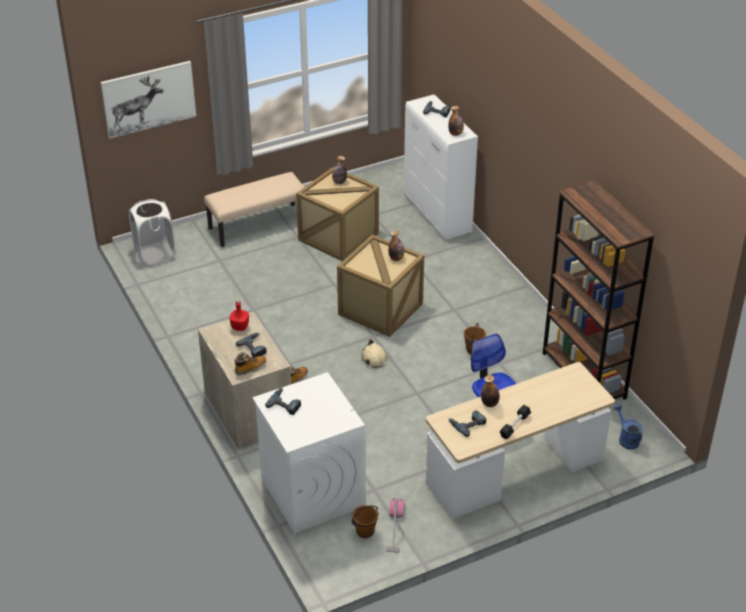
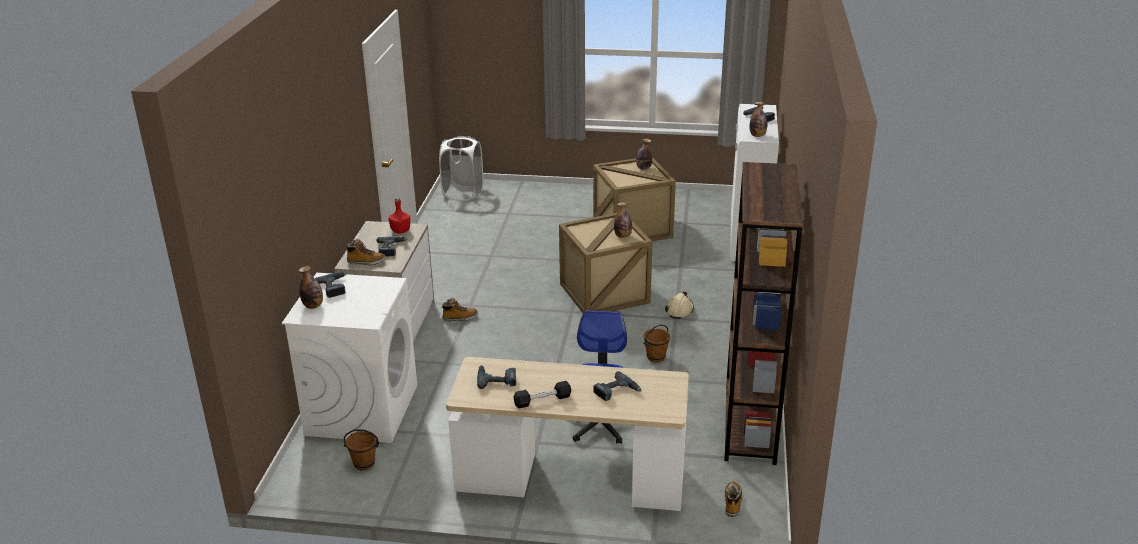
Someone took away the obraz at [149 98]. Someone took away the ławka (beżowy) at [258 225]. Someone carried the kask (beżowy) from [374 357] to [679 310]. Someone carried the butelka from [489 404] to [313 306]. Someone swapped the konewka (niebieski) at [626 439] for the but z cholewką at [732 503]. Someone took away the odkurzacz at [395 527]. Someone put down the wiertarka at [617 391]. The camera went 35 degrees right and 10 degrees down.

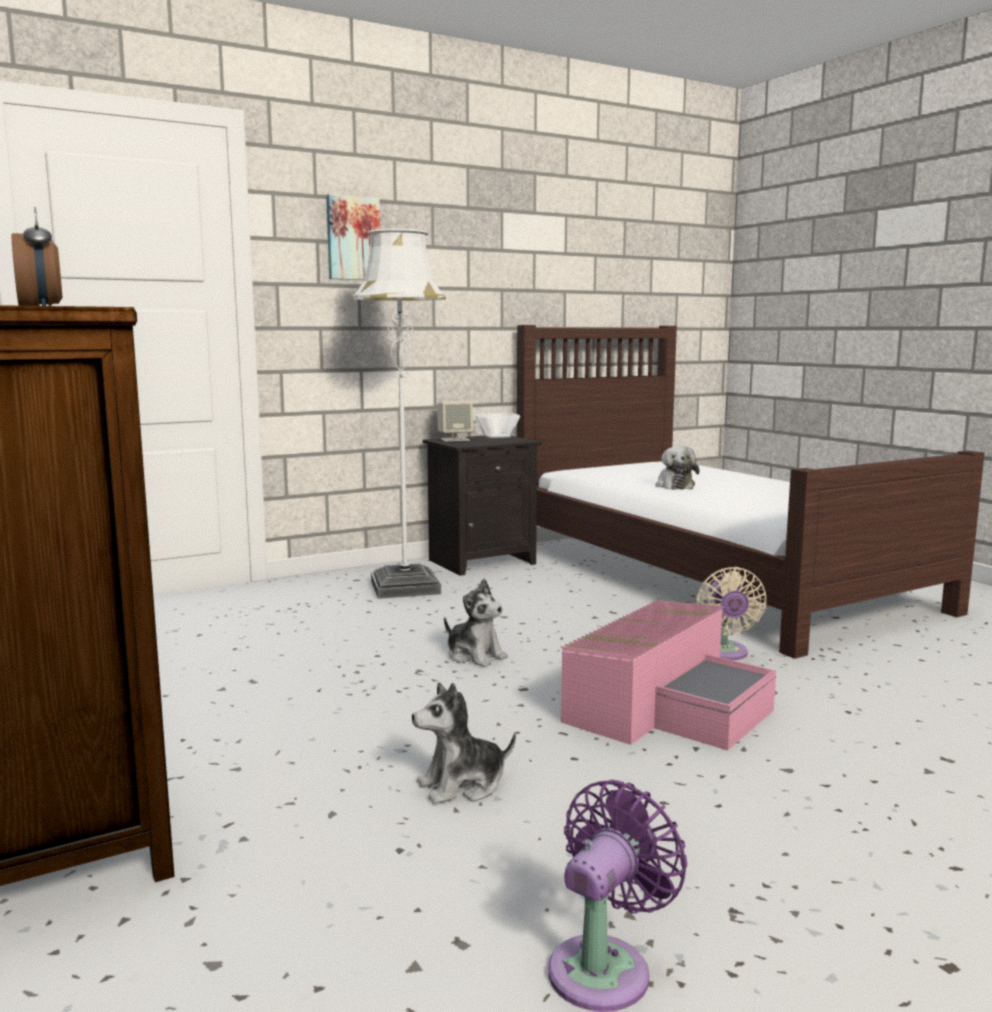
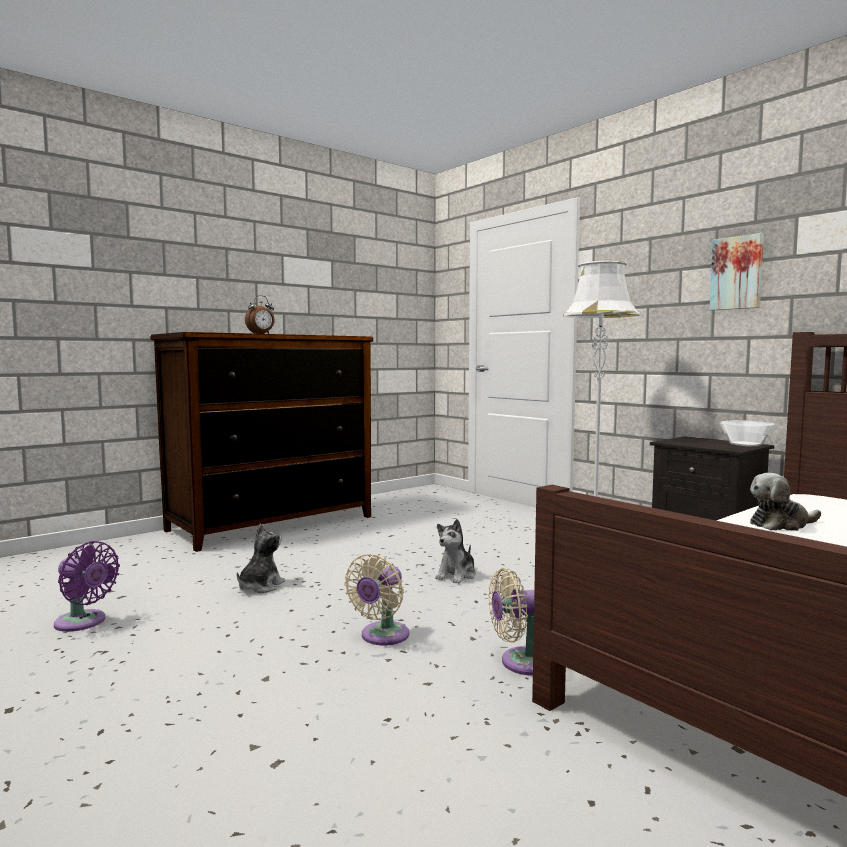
Someone carried the obraz from [352 238] to [737 273]. Someone took away the głośnik (beżowy) at [455 439]. Someone swapped the pojemnik do przechowywania (różowy) at [667 705] for the wentylator (beżowy) at [382 636]. Someone rotated the pluszak at [462 785] by 60 degrees clockwise. The camera went 80 degrees right and 5 degrees down.

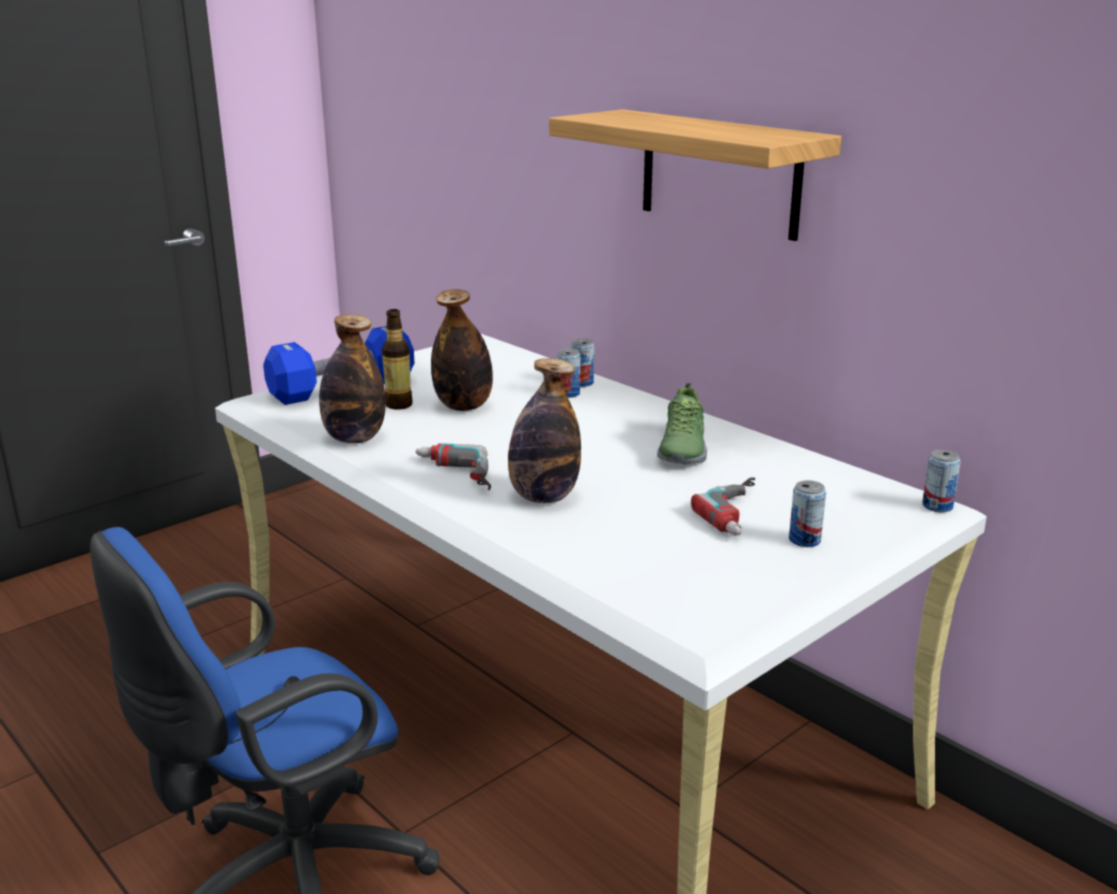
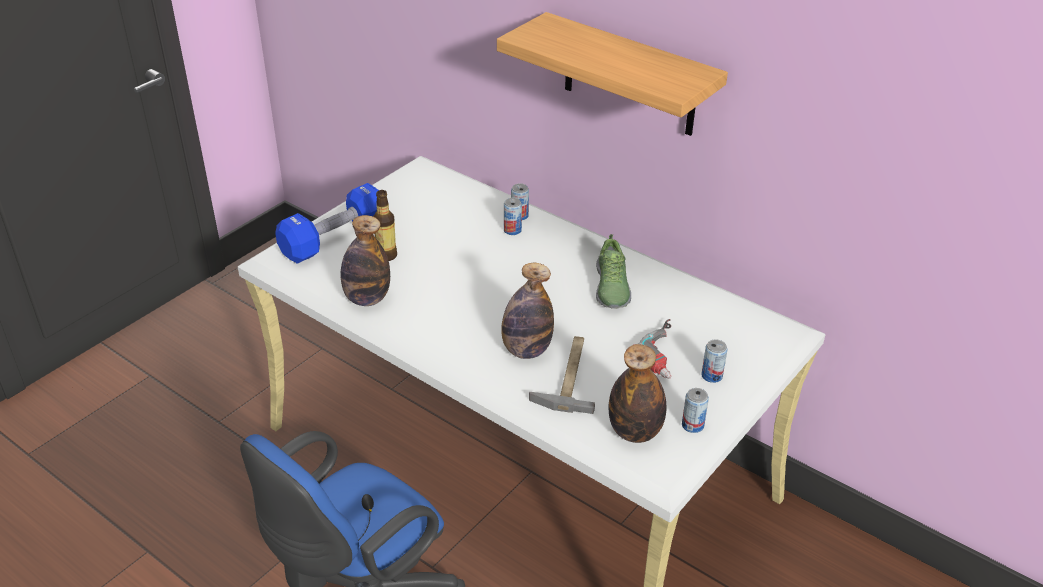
Someone carried the butelka from [464 406] to [635 432]. Someone took away the wiertarka at [452 476]. Someone carried the puszka from [937 506] to [692 425]. Someone put down the młotek at [568 375]. The camera went 10 degrees left and 15 degrees up.

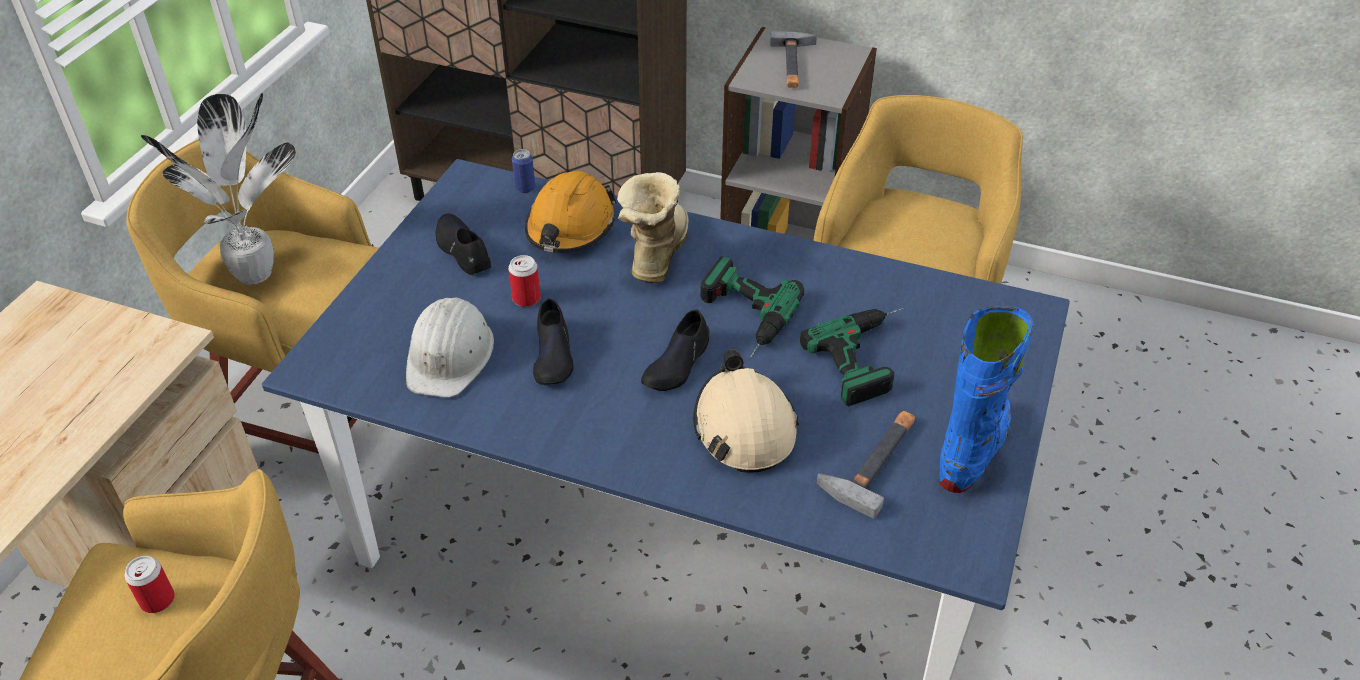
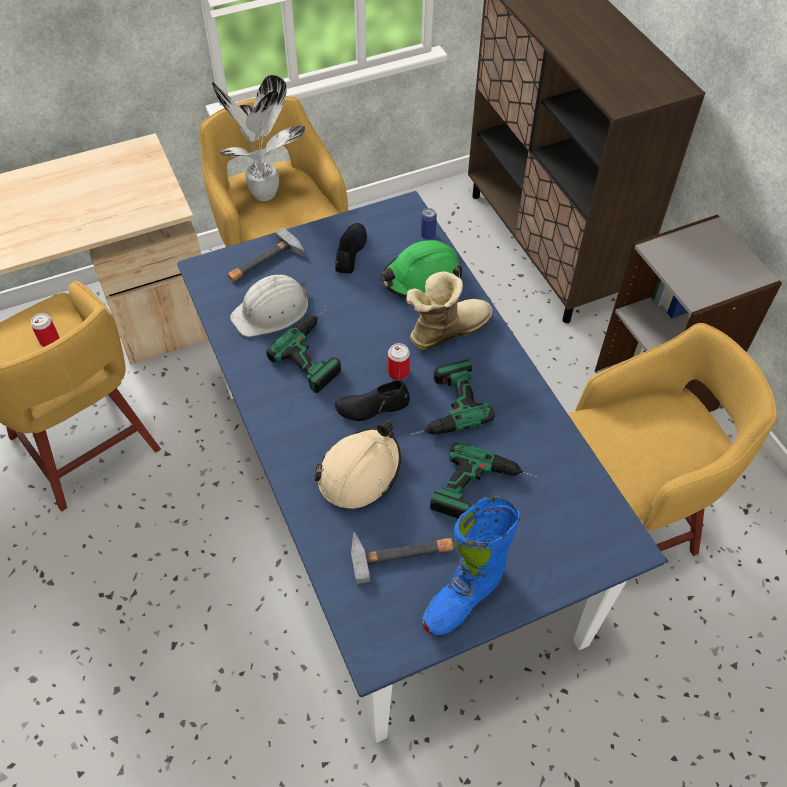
Someone carried the młotek from [794 64] to [264 262]. Someone repainted the kask (pomarańczowy) at [570 227], which became the kask (zielony) at [421 278]. Someone carried the puszka from [526 298] to [398 372]. Someone swapped the but (czarny) at [553 355] for the wiertarka at [318 350]. Someone rotated the but z cholewką (niebieski) at [973 451] by 150 degrees clockwise. The camera went 45 degrees right and 10 degrees up.

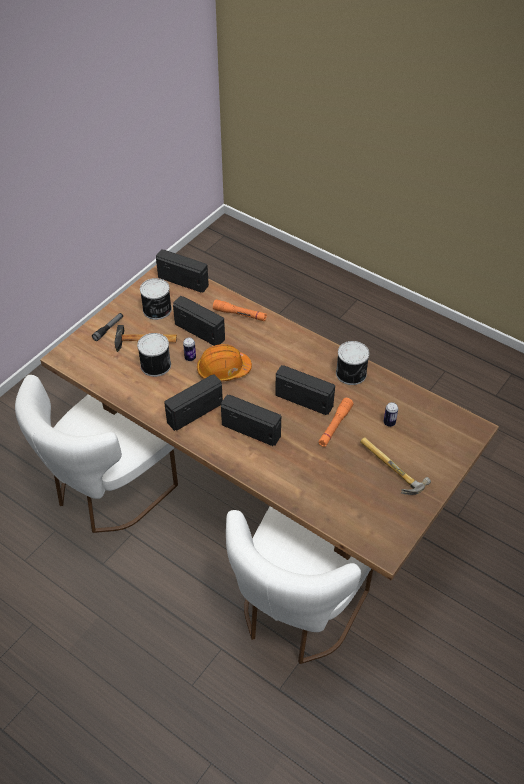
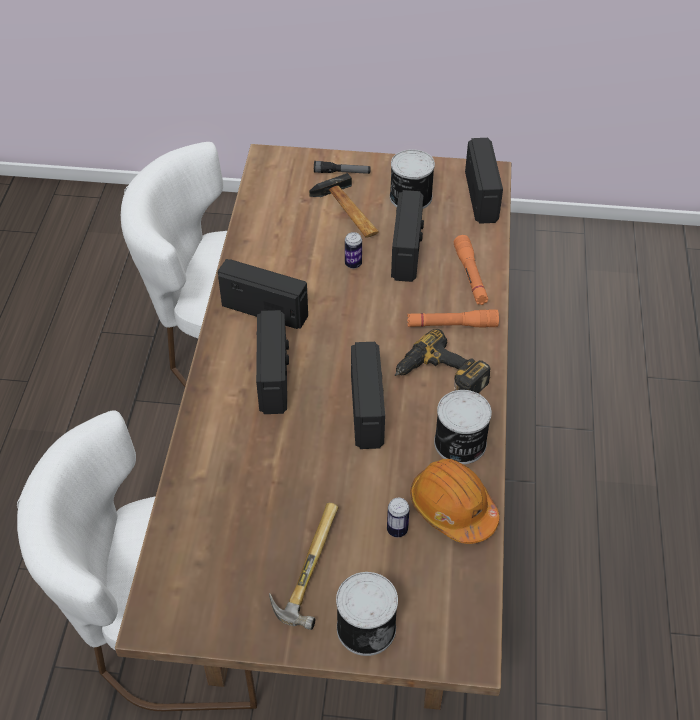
Someone carried the puszka from [155 365] to [365 626]. Someone carried the kask (pomarańczowy) from [223 370] to [452 508]. Someone carried the latarka (pomarańczowy) from [335 426] to [452 325]. Someone put down the wiertarka at [439 378]. The camera went 60 degrees right and 0 degrees up.

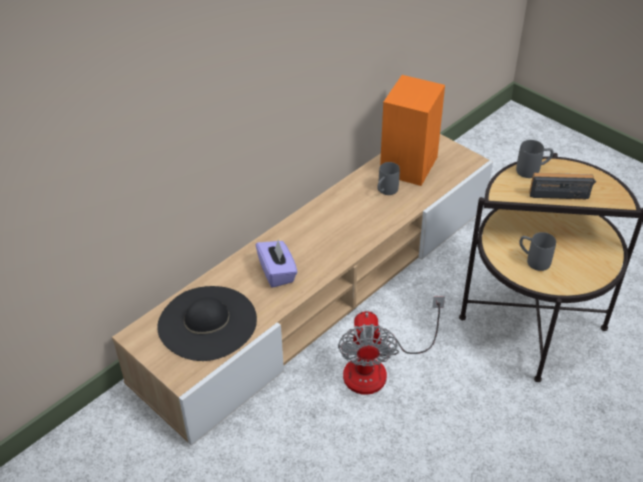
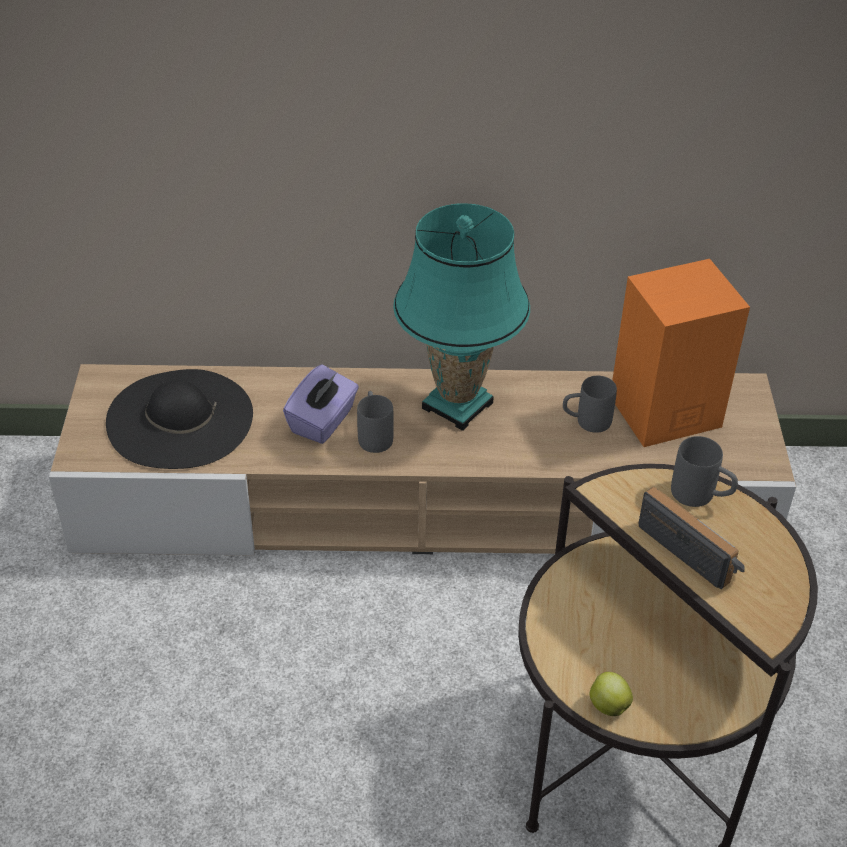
Someone carried the kubek (szary) from [533 260] to [374 434]. Someone took away the wentylator at [378 367]. Someone put down the lampa stołowa (turkusowy) at [456 405]. Someone put down the jabłko at [608 705]. The camera went 45 degrees right and 0 degrees up.

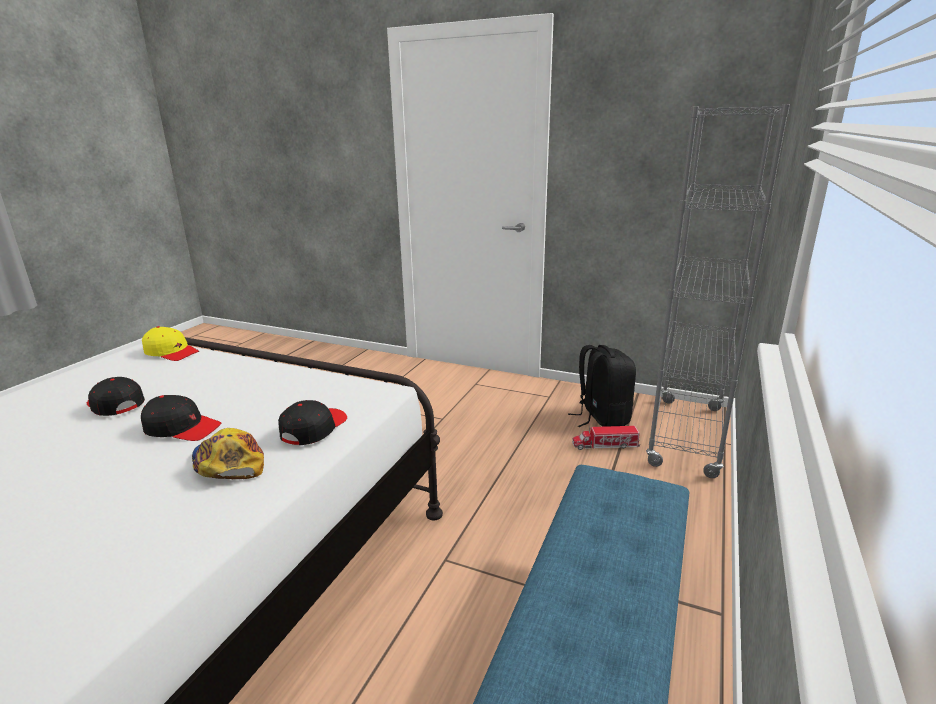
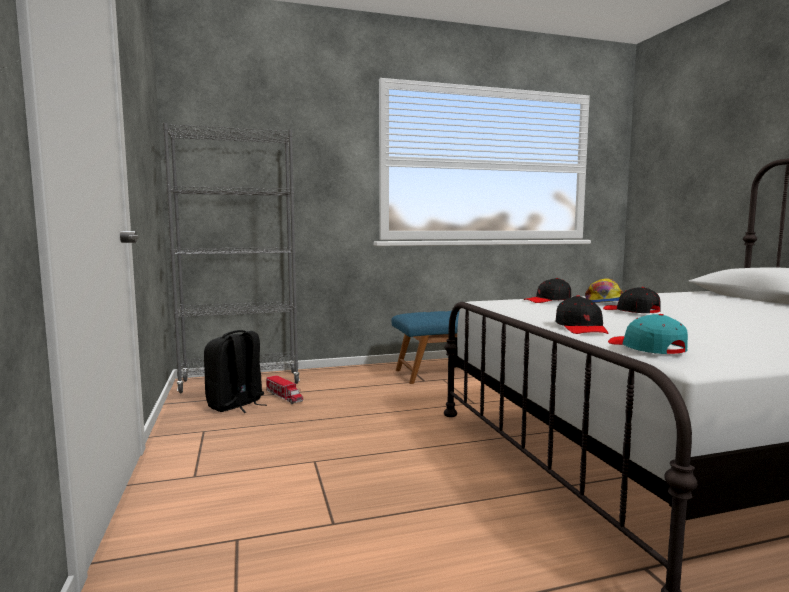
Someone repainted the czapka z daszkiem (żółty) at [171 352], which became the czapka z daszkiem (turkusowy) at [646 348]. Someone carried the czapka z daszkiem (czarny) from [115 404] to [581 328]. The camera went 130 degrees left and 15 degrees down.

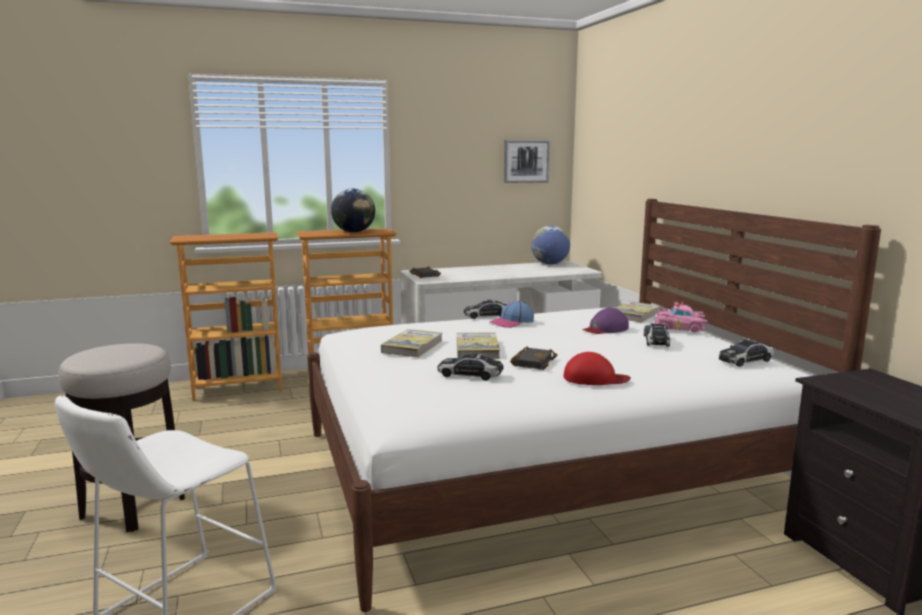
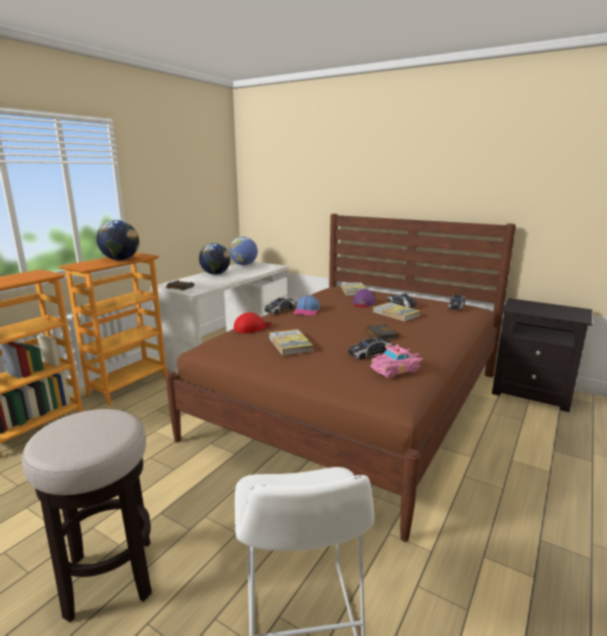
Someone took away the obraz at [526 161]. Someone repainted the łóżko (biały) at [543 469], which became the łóżko (brązowy) at [354 404]. Someone carried the samochodzik (różowy) from [680 328] to [396 370]. Someone carried the książka from [477 349] to [396 314]. Someone carried the czapka z daszkiem (czerwony) from [595 378] to [252 328]. Someone put down the globus at [215 274]. The camera went 40 degrees left and 5 degrees up.

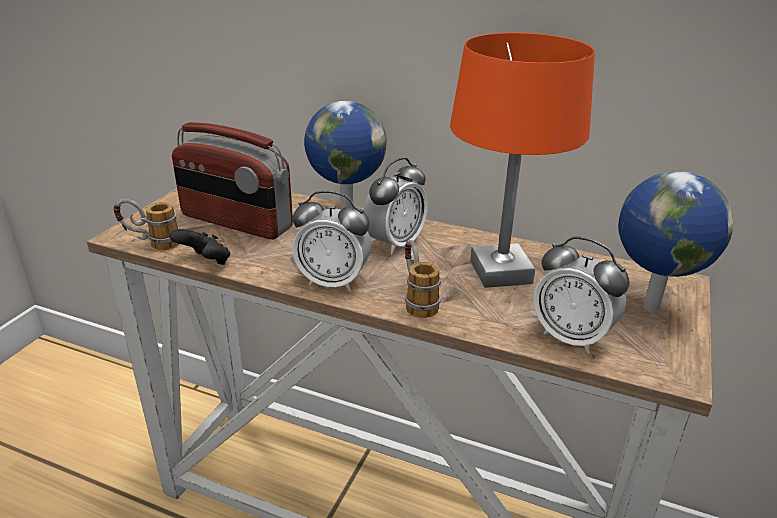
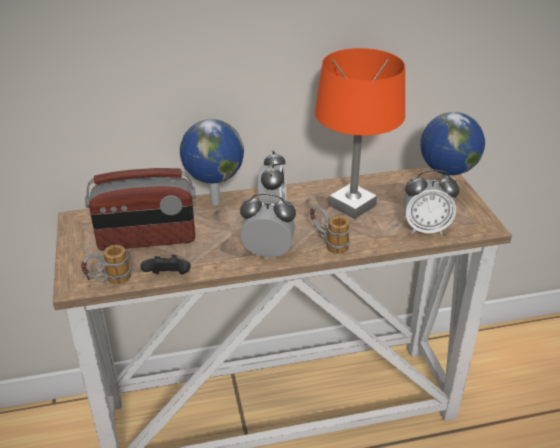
Someone rotated the budzik at [333 282] by 150 degrees counterclockwise. The camera went 35 degrees left and 5 degrees up.

